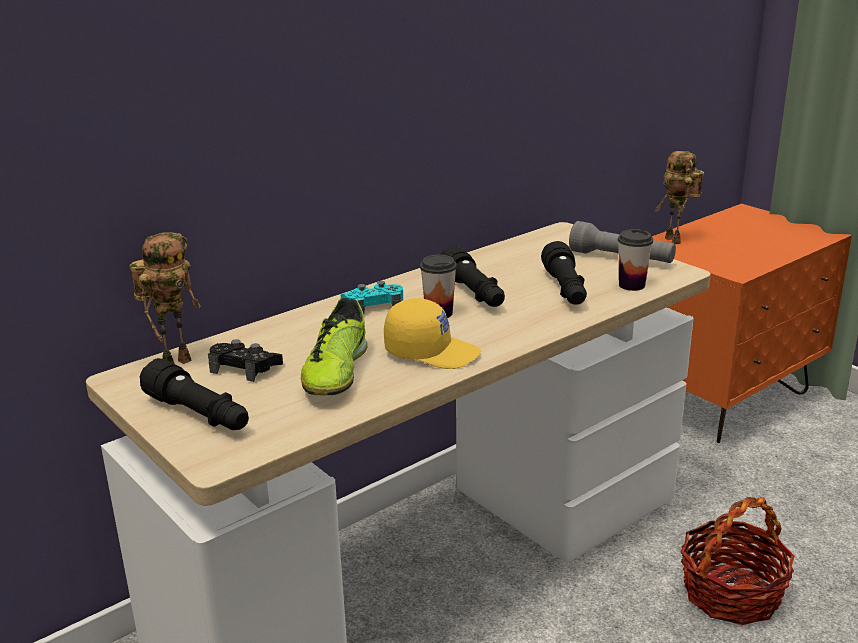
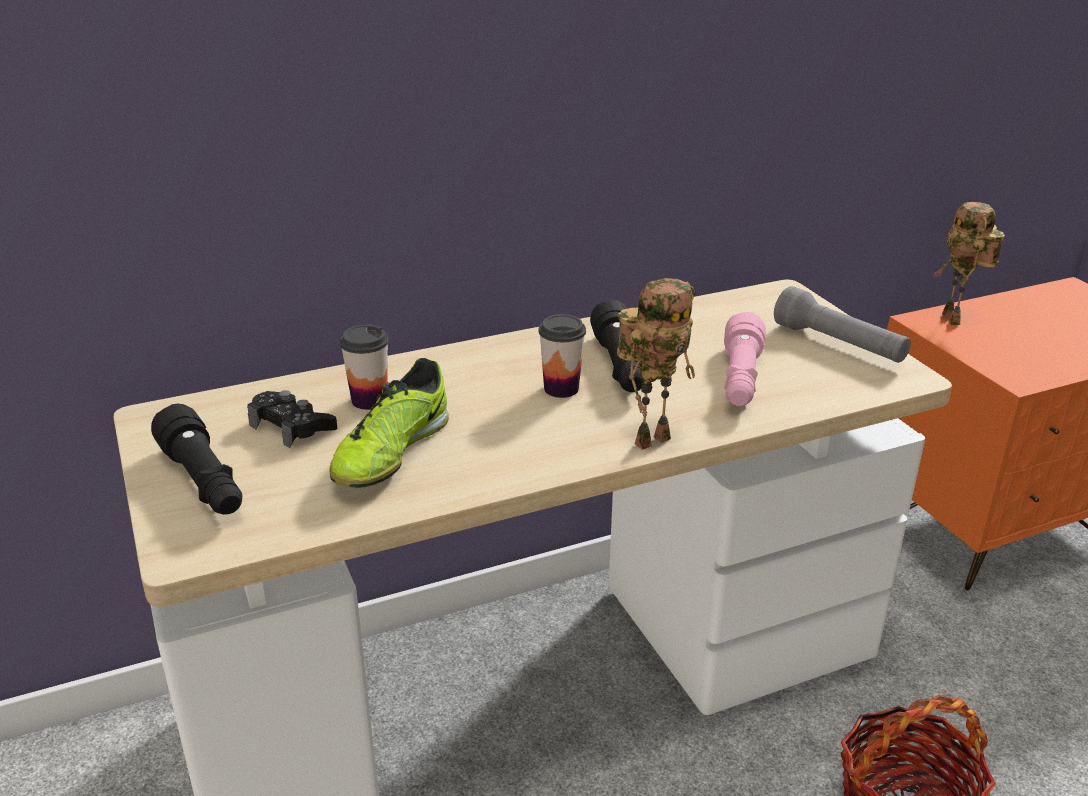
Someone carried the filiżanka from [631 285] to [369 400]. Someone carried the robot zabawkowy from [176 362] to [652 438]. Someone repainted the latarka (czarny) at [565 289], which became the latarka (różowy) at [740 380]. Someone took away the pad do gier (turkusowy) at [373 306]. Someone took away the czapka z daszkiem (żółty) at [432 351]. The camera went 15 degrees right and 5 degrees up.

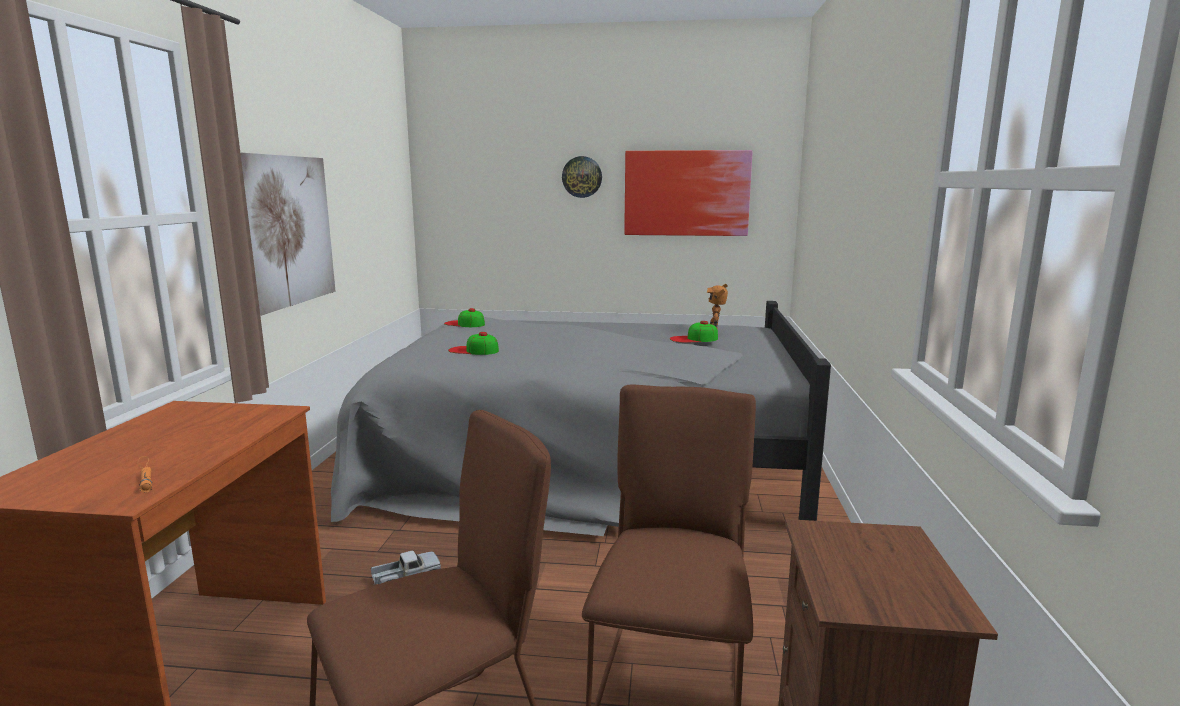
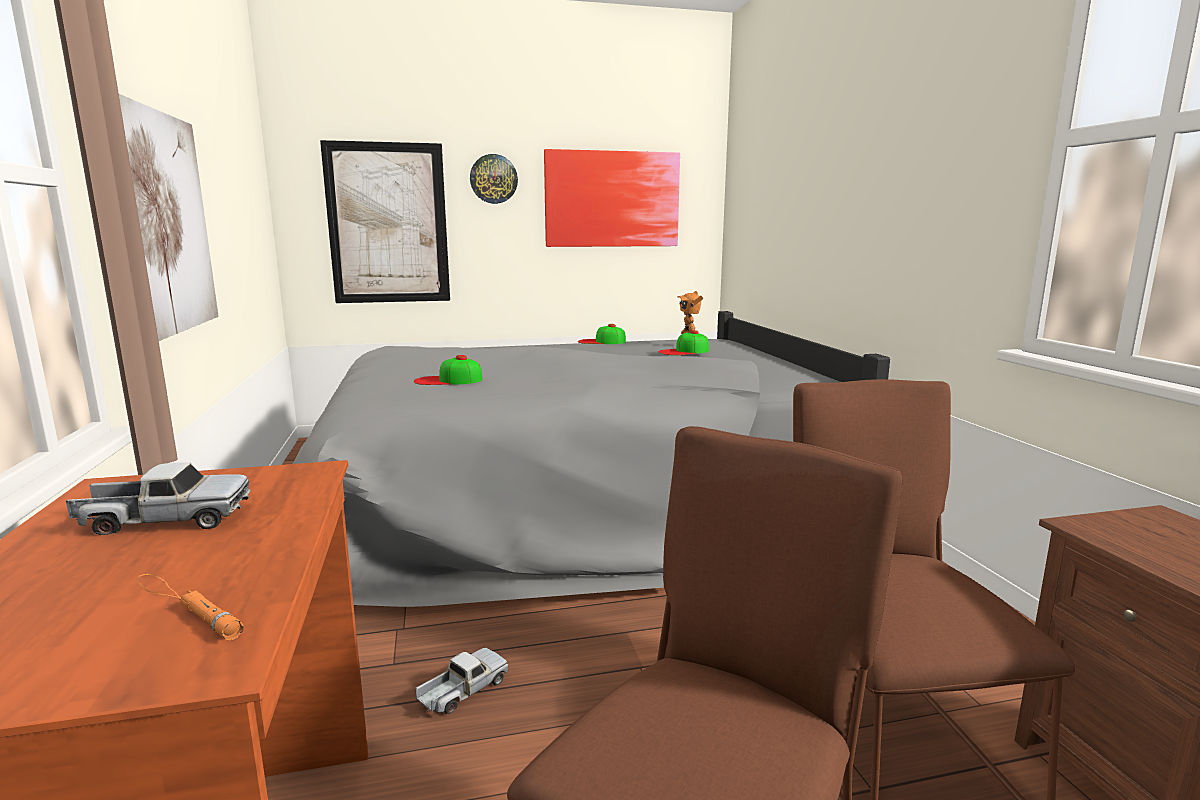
Someone carried the czapka z daszkiem from [464 324] to [601 341]. Someone put up the obraz at [388 224]. Someone put down the ciężarówka zabawkowa at [166 520]. The camera went 20 degrees left and 0 degrees up.

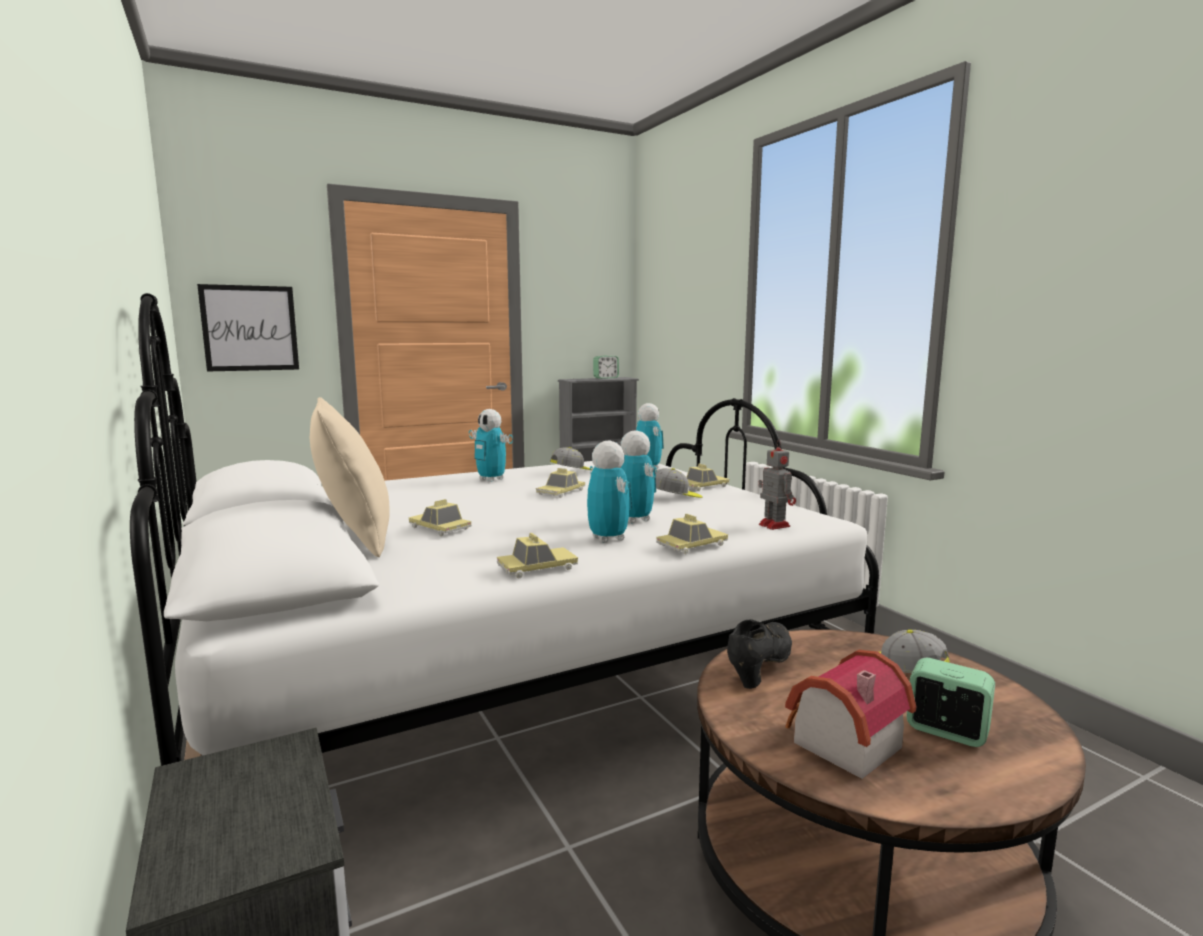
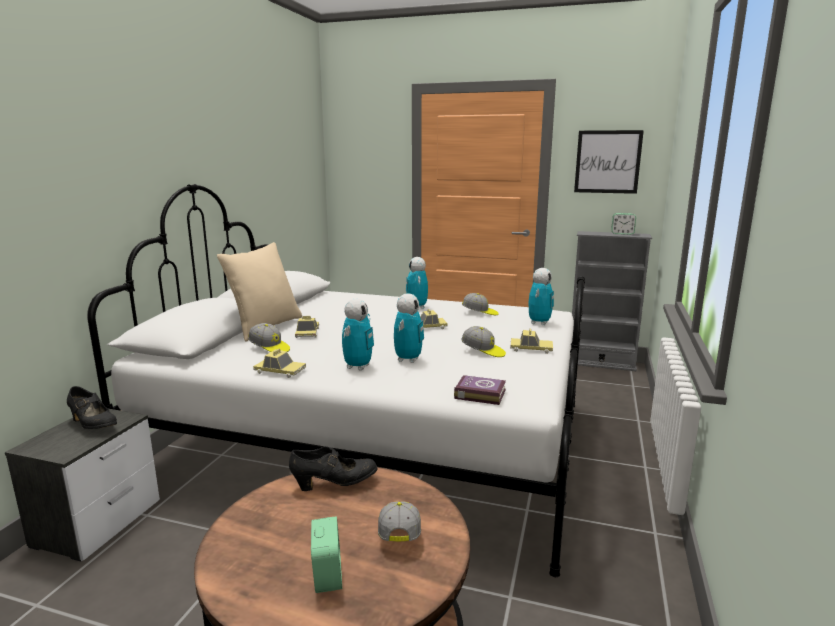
Someone carried the obraz from [250 328] to [607 162]. Someone swapped the robot zabawkowy at [773 525] for the książka at [479 393]. Someone took away the samochodzik at [692 545]. Someone took away the domek at [839 743]. Someone put down the czapka z daszkiem at [270 348]. Someone put down the but (czarny) at [93 425]. The camera went 45 degrees right and 5 degrees up.

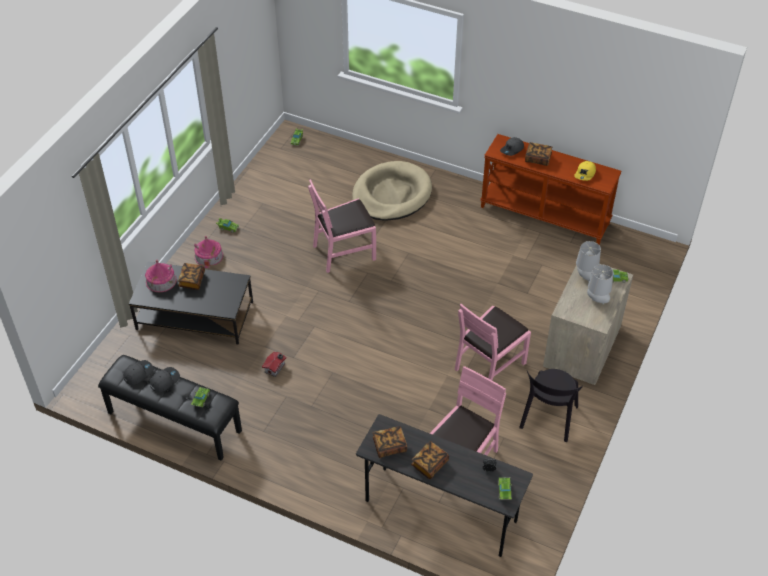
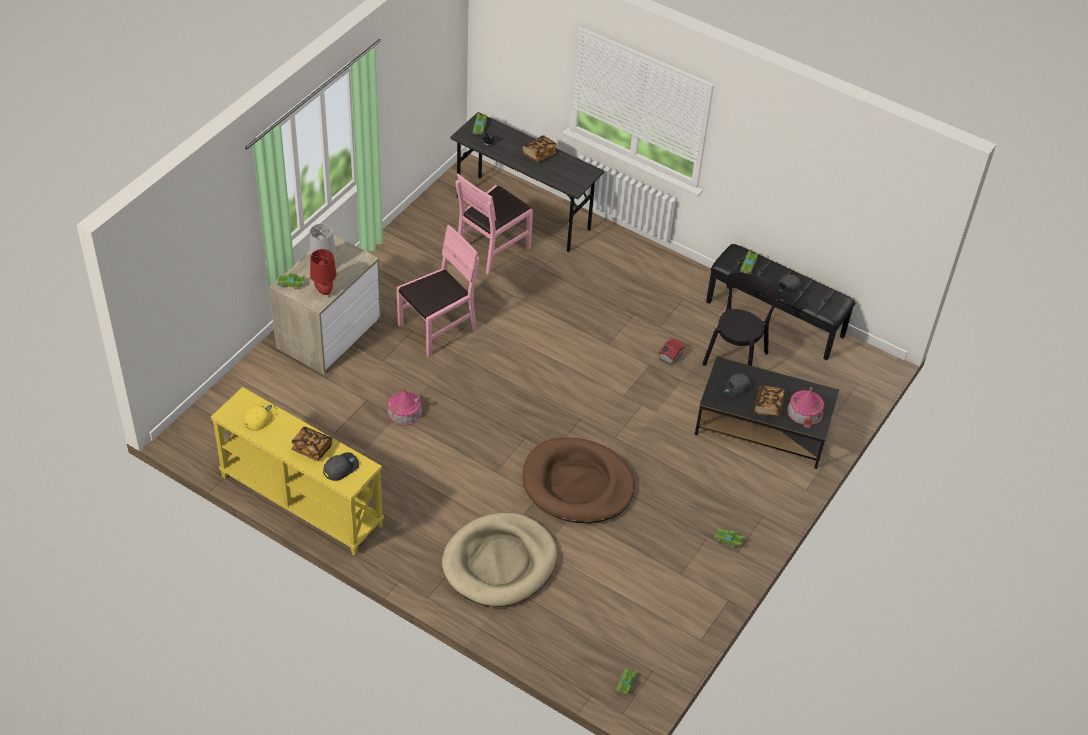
Someone repainted the stolik konsolowy (brązowy) at [545 214], which became the stolik konsolowy (żółty) at [300 501]. Someone swapped the krzesło (różowy) at [344 251] for the legowisko (brązowy) at [577 484]. Someone carried the domek from [209 256] to [404 411]. Someone repainted the lampa stołowa (szary) at [584 277], which became the lampa stołowa (czerwony) at [324 290]. Someone carried the czapka z daszkiem (szary) from [138 373] to [735 388]. Someone carried the krzesło (czarny) from [548 419] to [736 356]. Someone took away the książka at [389 446]. The camera went 175 degrees left and 0 degrees up.

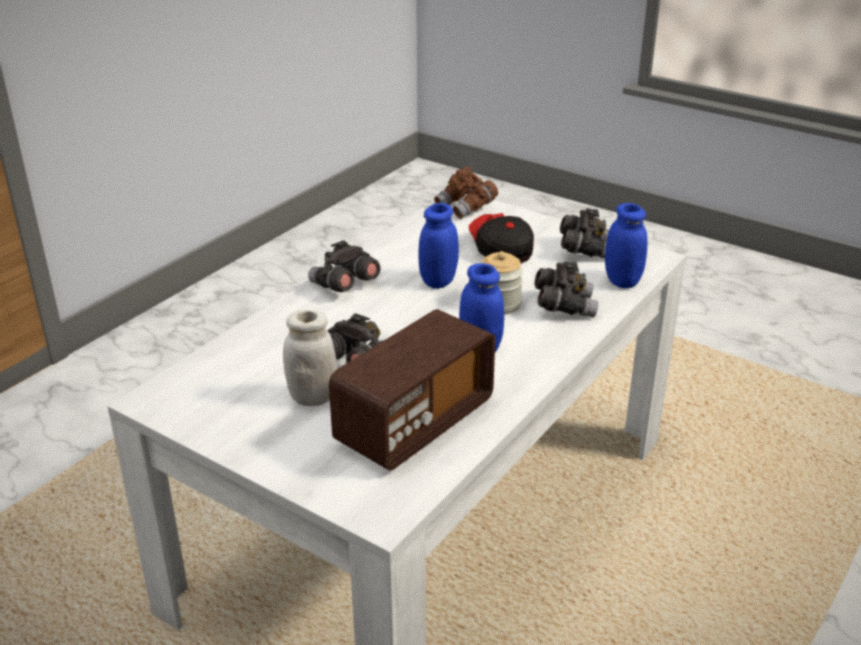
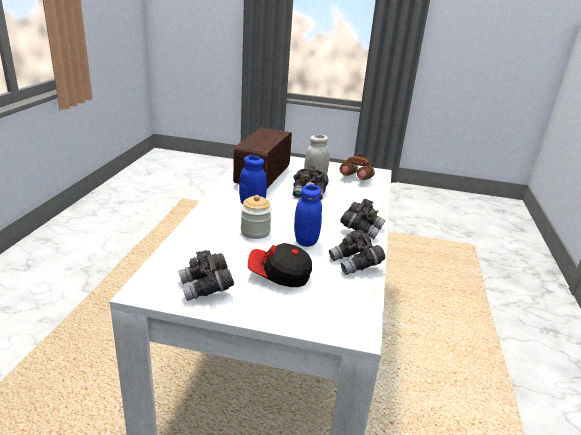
Someone carried the lornetka (brązowy) from [466 207] to [356 178]. Someone took away the słoik (niebieski) at [622 281]. Someone rotated the czapka z daszkiem at [500 250] by 150 degrees clockwise. Someone carried the lornetka (szary) from [564 306] to [355 264]. The camera went 155 degrees right and 5 degrees down.

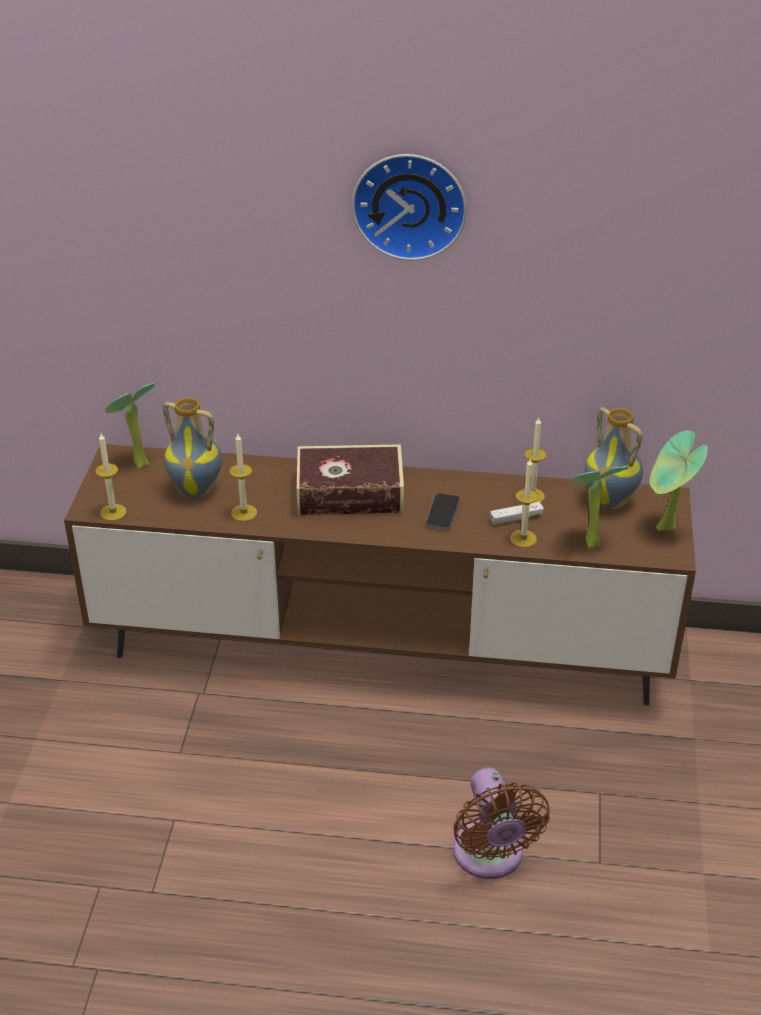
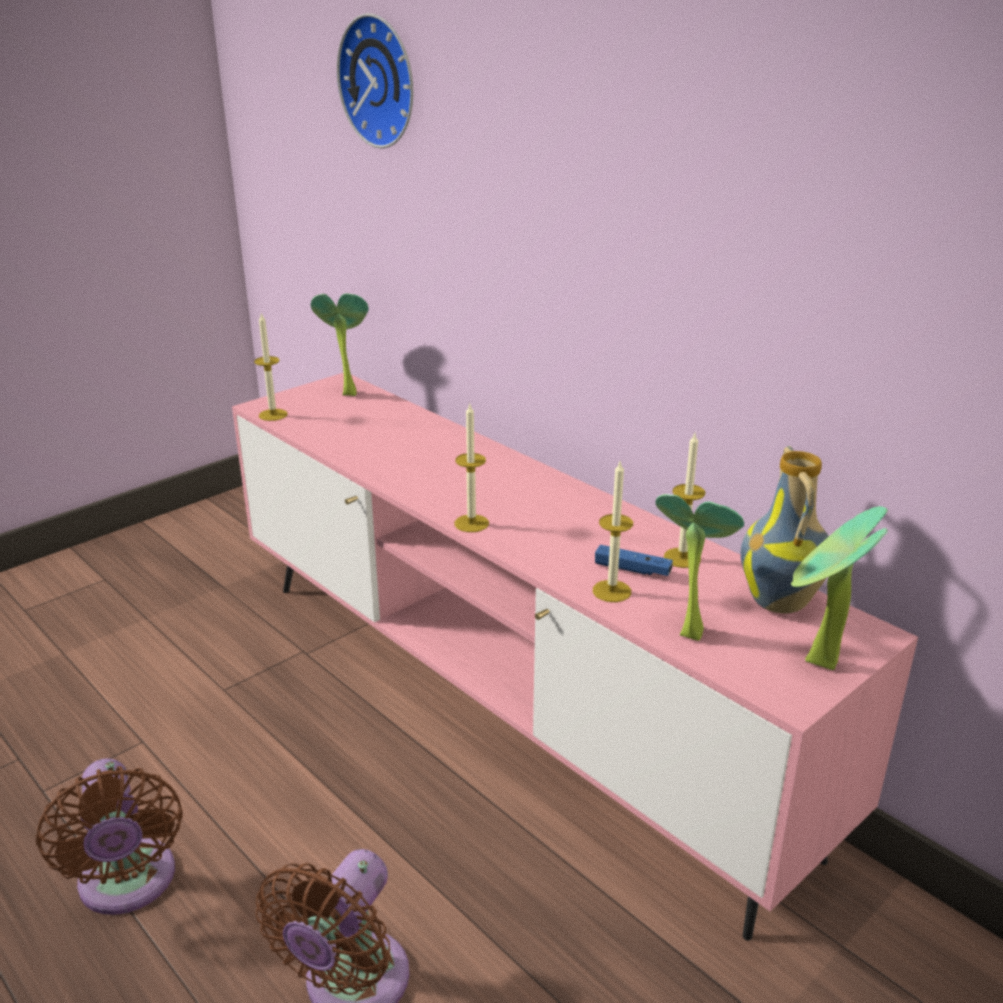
Someone carried the zegar ścienny from [410 204] to [382 81]. Someone took away the wazon at [197 488]. Someone carried the świeca from [244 513] to [471 523]. Someone repainted the szafka pod telewizor (brązowy) at [380 650], which became the szafka pod telewizor (różowy) at [504 702]. Someone took away the książka at [350 492]. Someone took away the telefon at [442 513]. Someone repainted the pad do gier (biały) at [516 518], which became the pad do gier (niebieski) at [632 569]. Someone put down the wentylator (brązowy) at [128 885]. The camera went 40 degrees right and 10 degrees down.

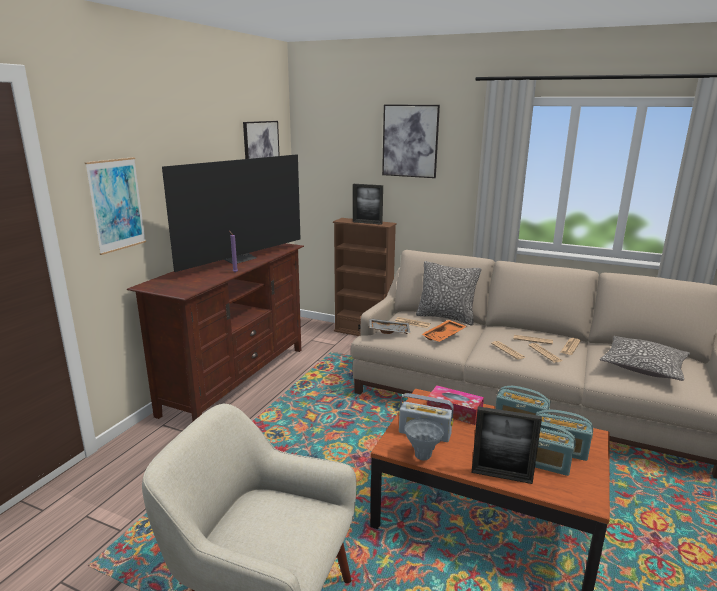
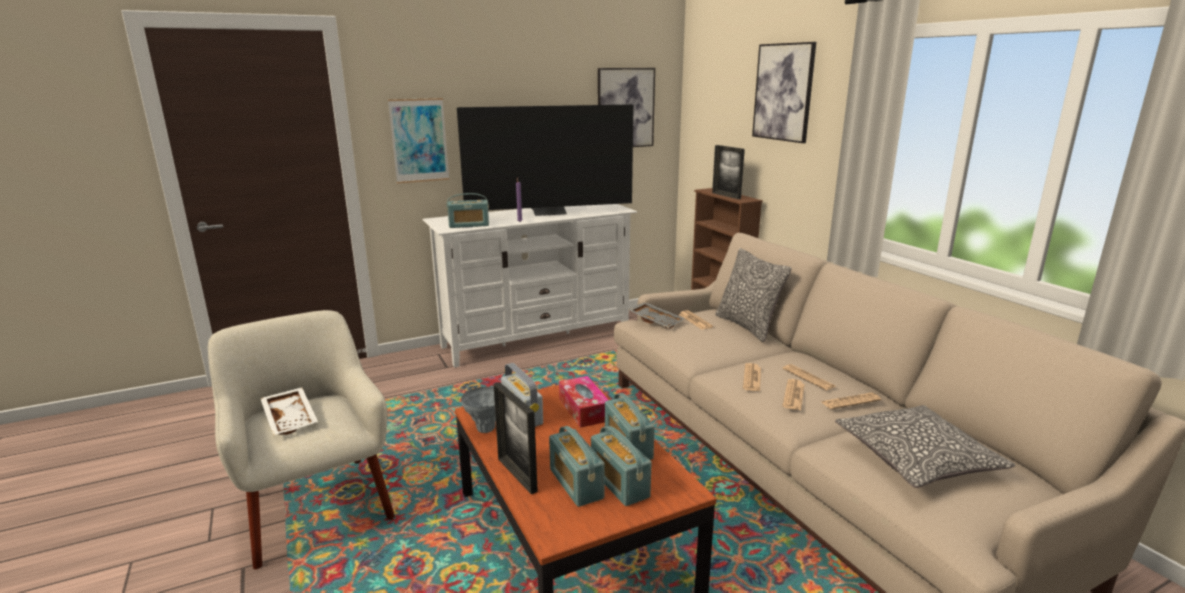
Someone repainted the szafka pod telewizor (brązowy) at [236 379], which became the szafka pod telewizor (biały) at [537 339]. Someone took away the taca (pomarańczowy) at [444 336]. Someone put down the radio at [468 225]. Someone put down the taca (biały) at [291 418]. The camera went 40 degrees right and 0 degrees up.

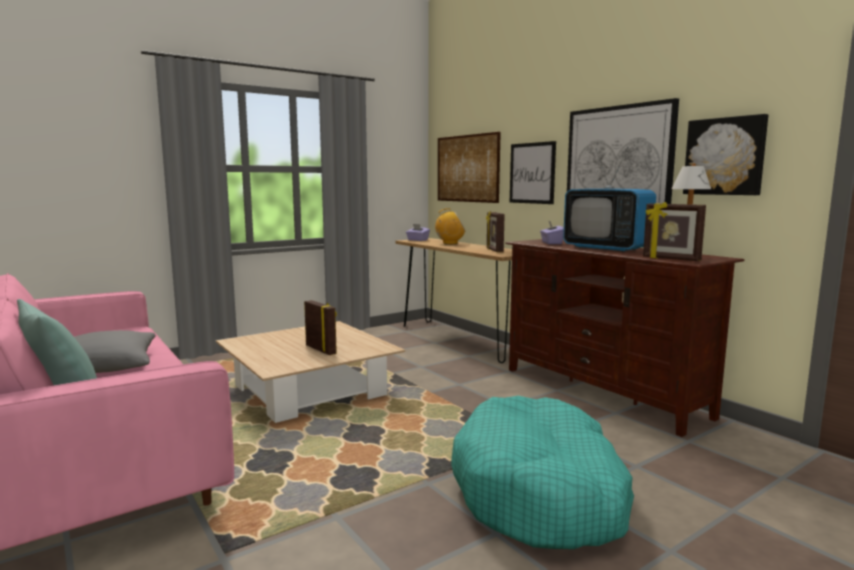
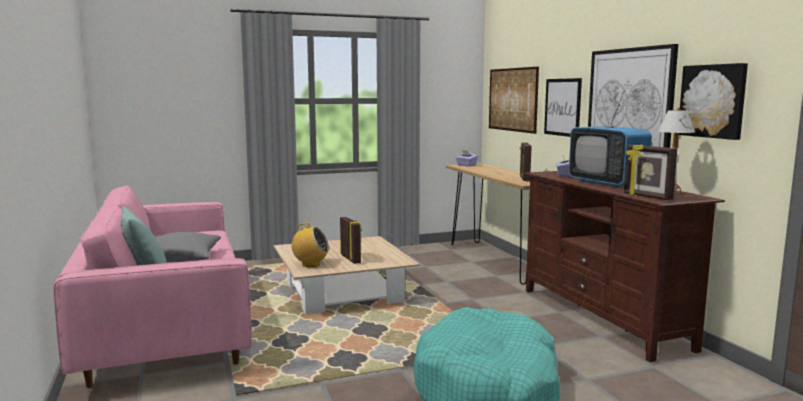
Someone carried the radio from [450 243] to [310 264]. The camera went 15 degrees right and 0 degrees up.

